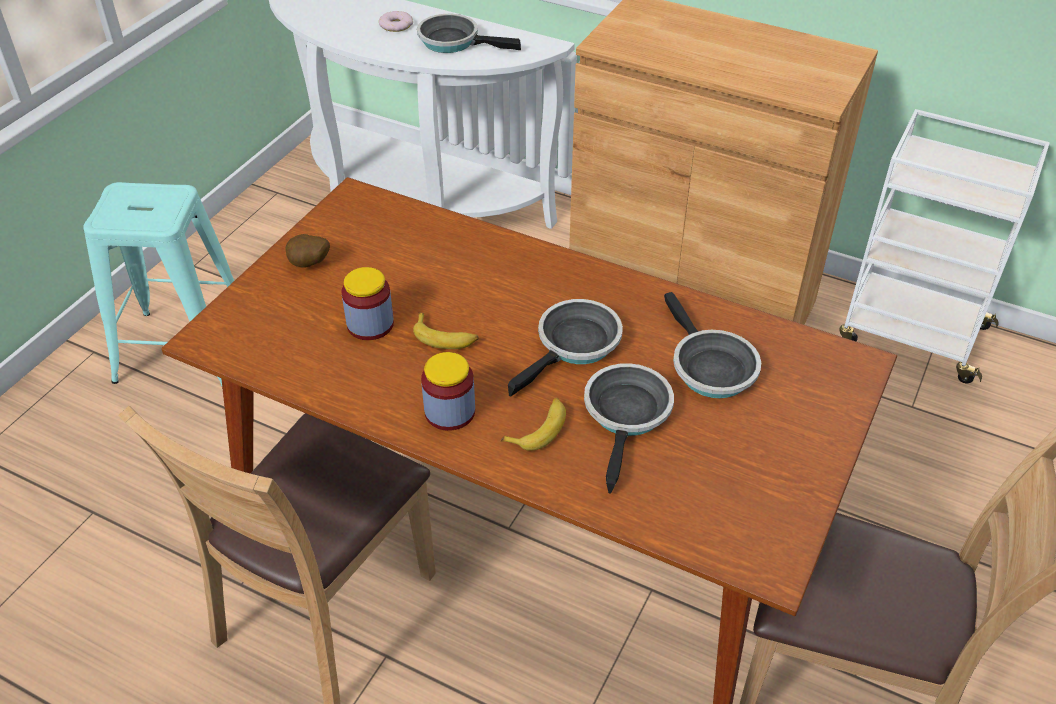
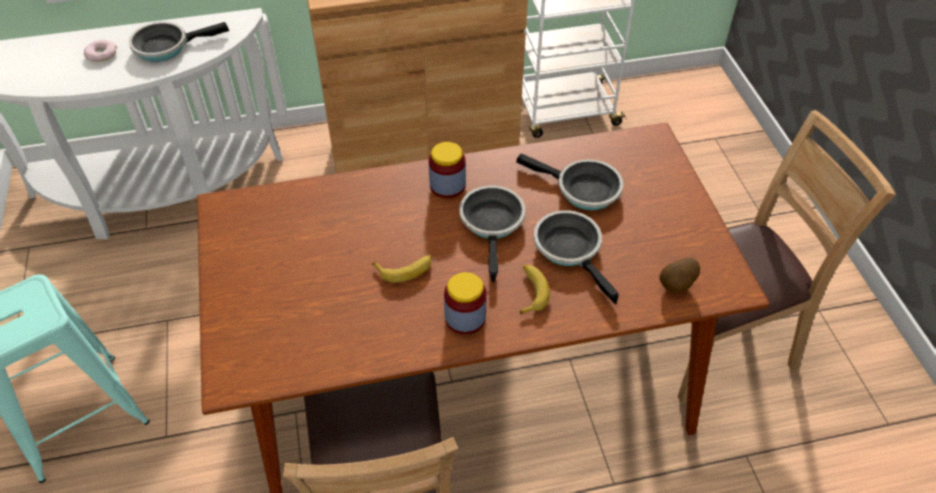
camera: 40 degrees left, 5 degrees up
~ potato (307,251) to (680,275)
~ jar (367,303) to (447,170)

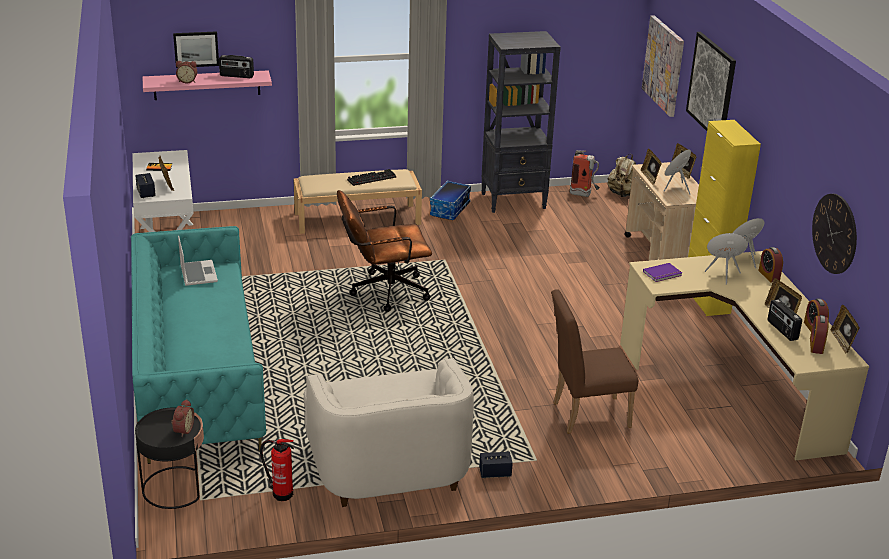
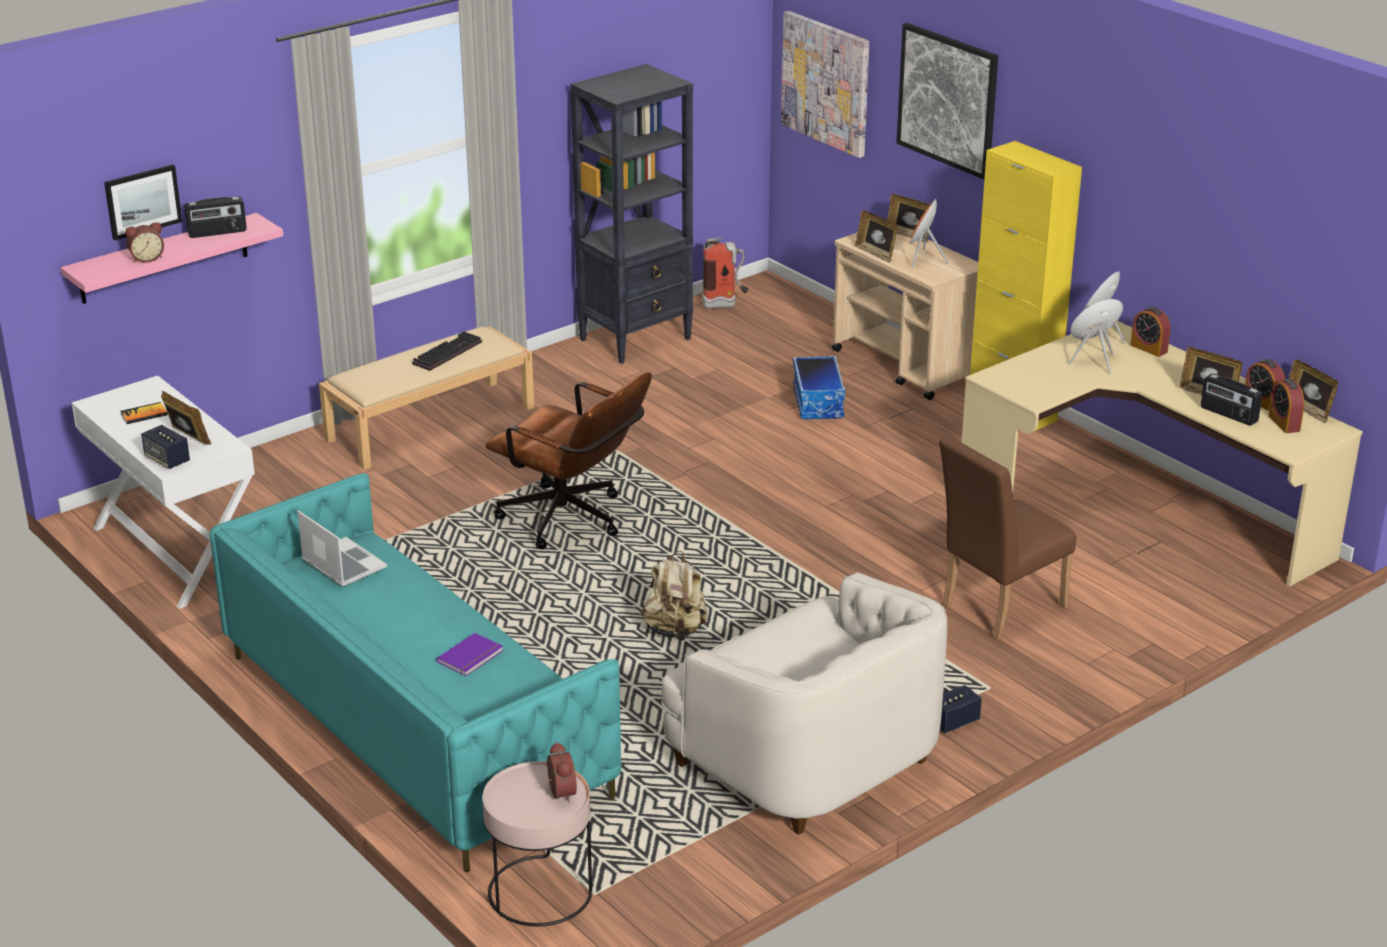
camera: 25 degrees left, 0 degrees up
~ beige backpack (621,175) to (674,596)
~ storage box (450,200) to (819,387)
~ brown office chair (384,251) = (568,460) 105 degrees counterclockwise
- wall clock (834,234)
~ purple book (662,272) to (470,654)
~ black side table (169,458) to pink side table (537,843)
- fire extinguisher (277,470)

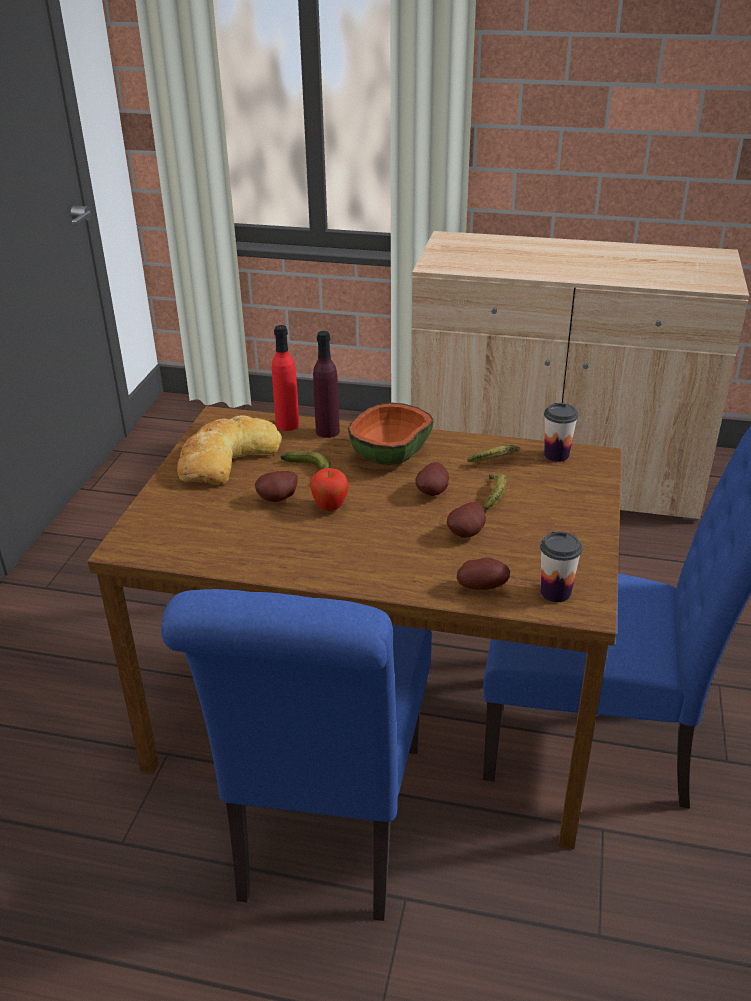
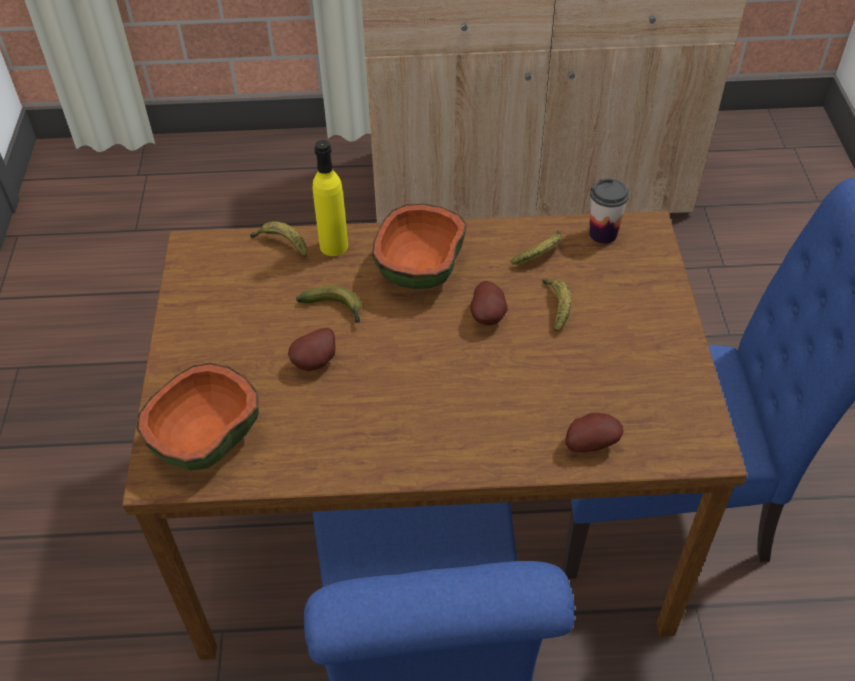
camera: 15 degrees left, 15 degrees up
~ red bottle (285,378) to banana (278,239)
~ purple bottle (326,384) to yellow bottle (330,198)
- bread (229,450)
- apple (329,489)
- potato (466,520)
- cup (561,566)
+ bowl (198,416)

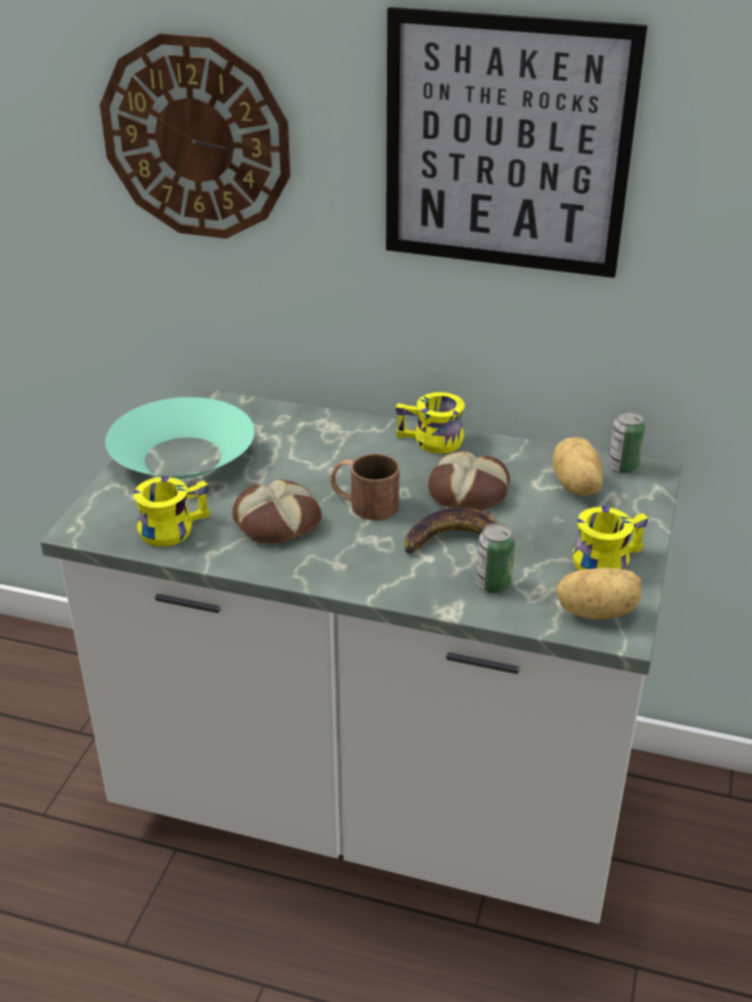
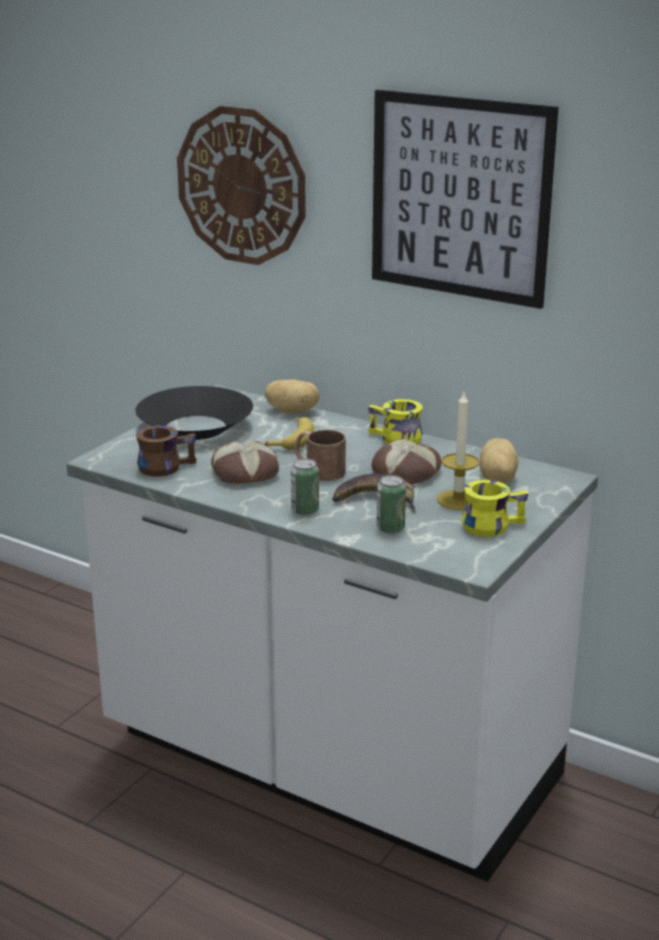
camera: 15 degrees right, 10 degrees down
~ turquoise bowl (179,438) to black bowl (194,413)
~ can (626,442) to (305,487)
~ yellow mug (171,512) to brown mug (166,451)
~ potato (598,594) to (292,396)
+ candle (458,451)
+ banana (289,433)

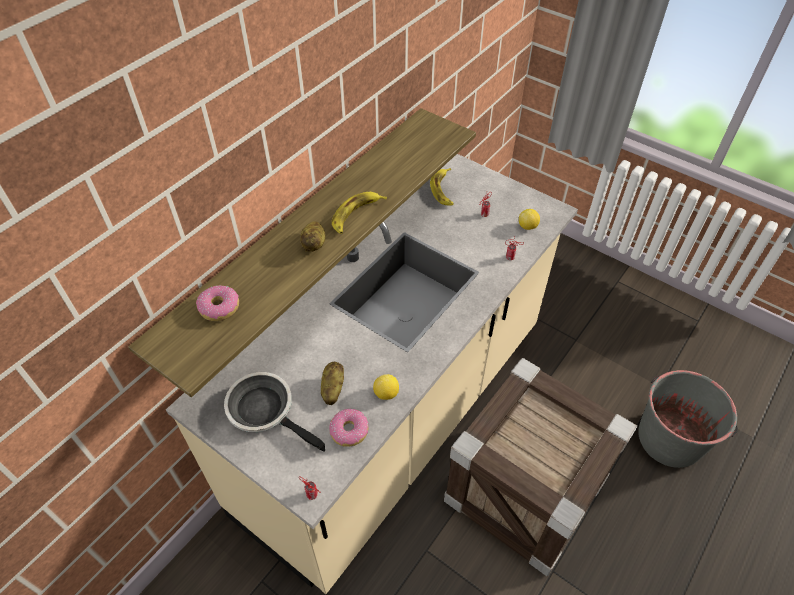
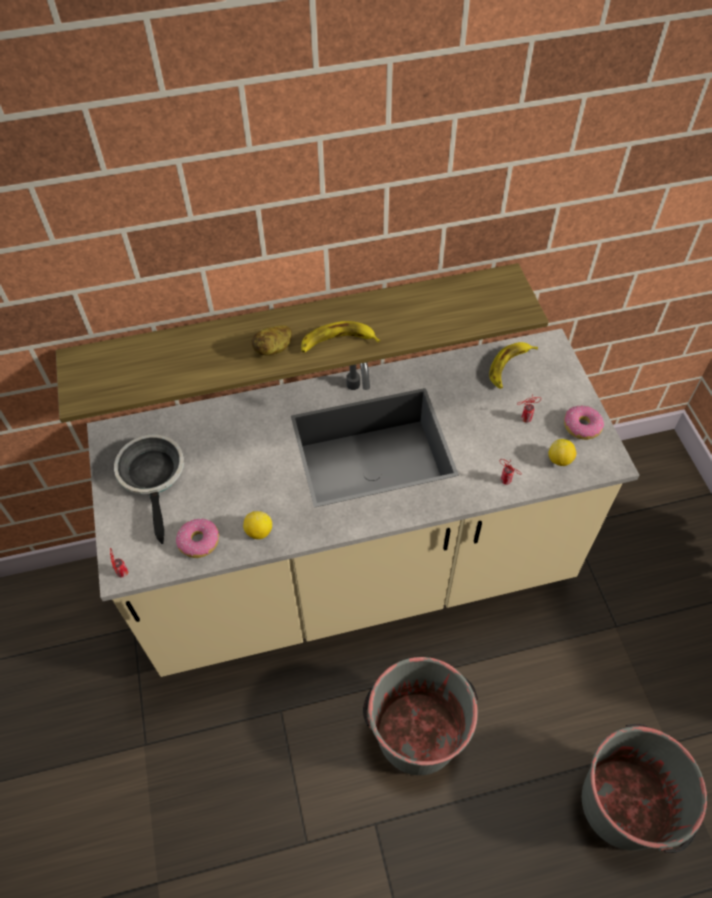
camera: 40 degrees right, 5 degrees up
~ donut (217,303) to (584,423)
~ crate (540,467) to grey bucket (420,716)
- potato (332,383)

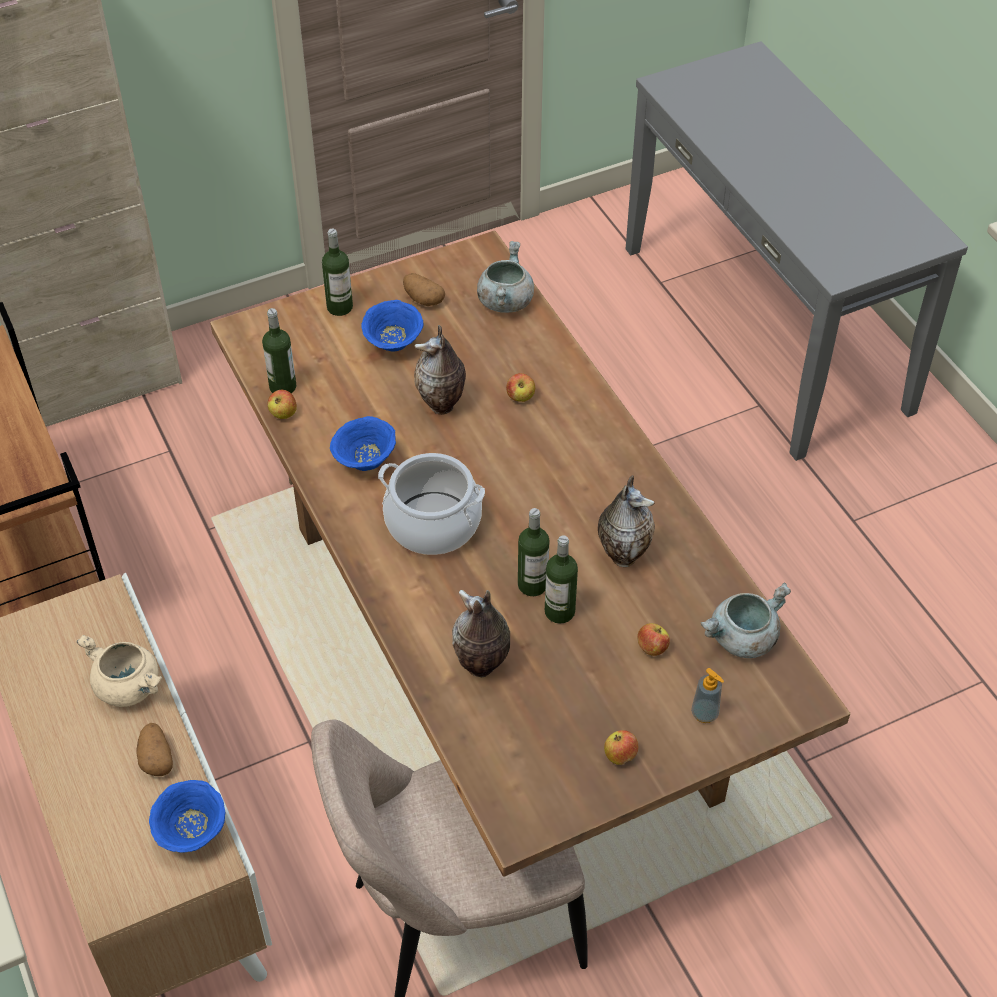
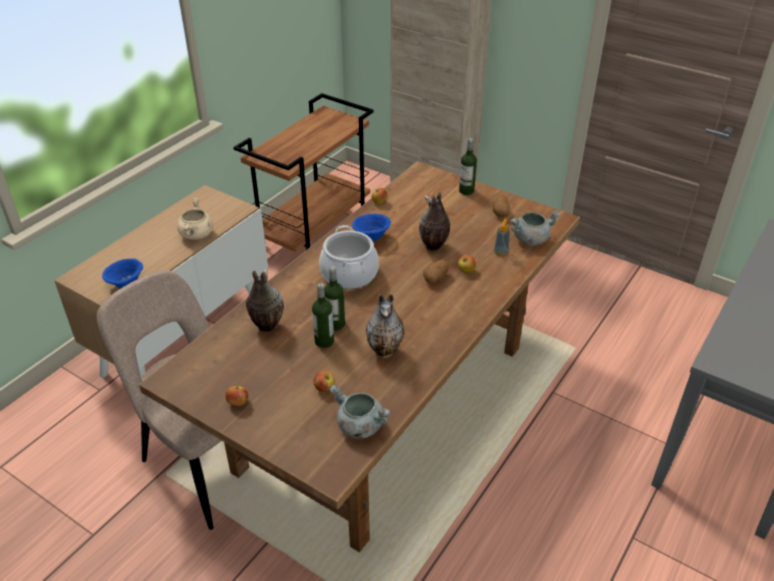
camera: 60 degrees right, 10 degrees down
- blue bowl (392,325)
- bottle (279,350)
~ soap dispenser (707,695) to (502,237)
~ potato (155,749) to (436,271)

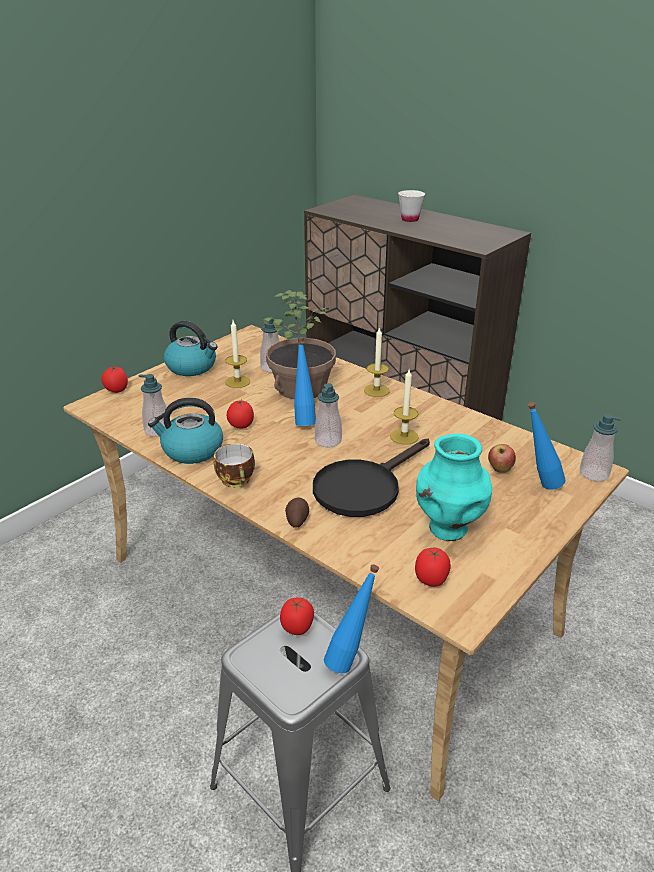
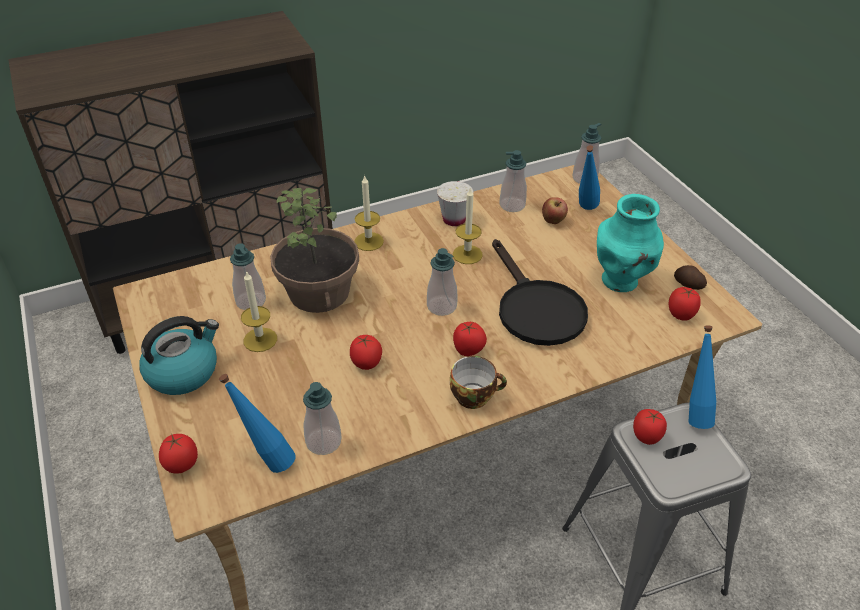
camera: 65 degrees left, 10 degrees up
~ white cup (411,206) to (455,203)
~ blue bottle (305,382) to (257,423)
- kettle (185,431)
~ potato (297,512) to (690,277)
+ soap dispenser (513,181)
+ tomato (470,339)

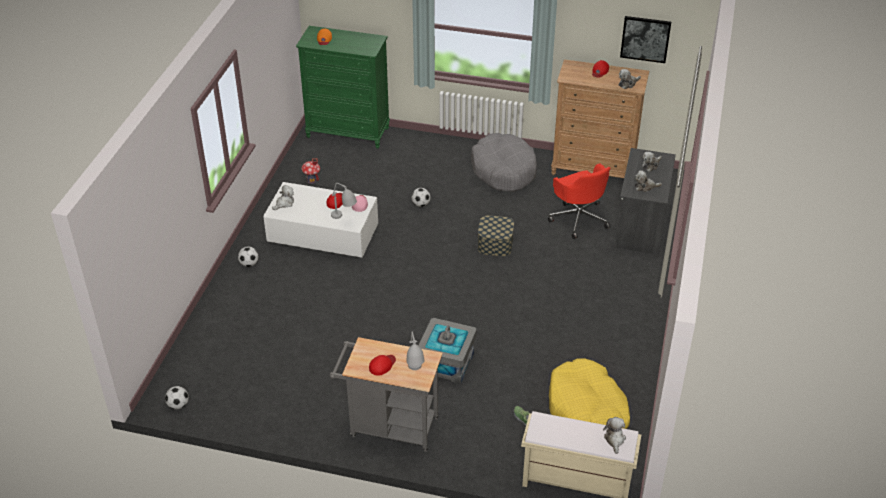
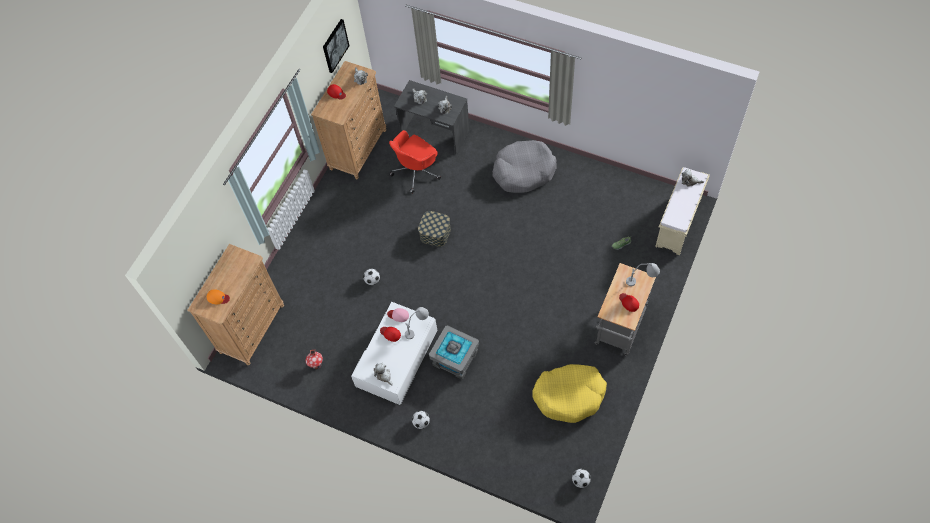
camera: 75 degrees left, 20 degrees up
~ green dresser (343,87) to brown dresser (235,304)
~ grey dog bed (504,162) to (524,166)
~ red office chair (579,201) = (415,162) 150 degrees clockwise
~ grey storage box (447,351) to (454,352)
~ yellow dog bed (589,394) to (569,393)

